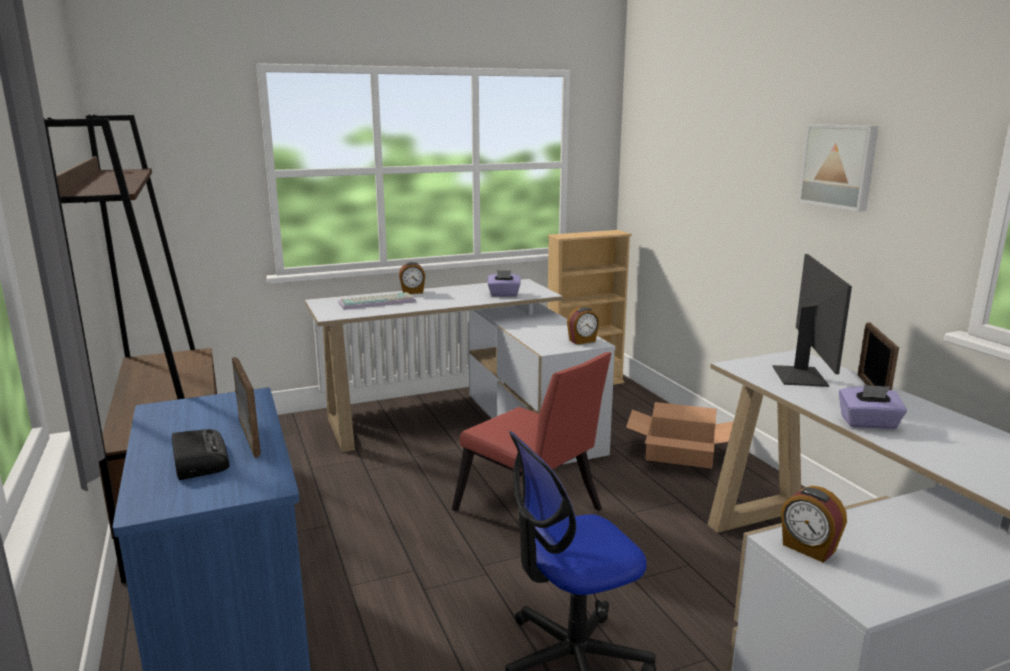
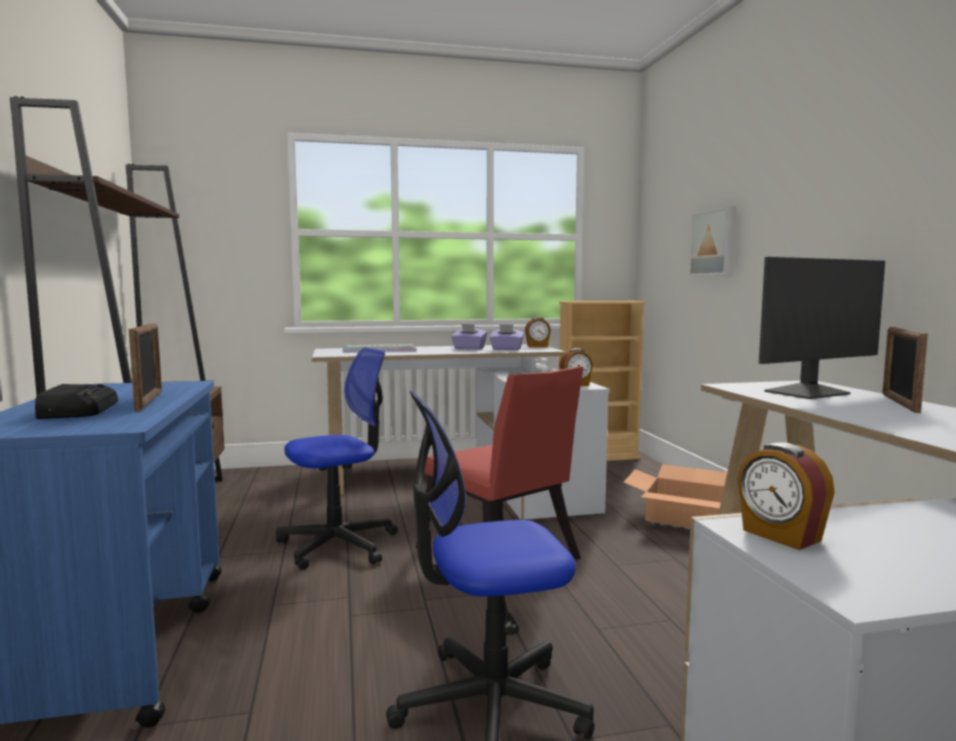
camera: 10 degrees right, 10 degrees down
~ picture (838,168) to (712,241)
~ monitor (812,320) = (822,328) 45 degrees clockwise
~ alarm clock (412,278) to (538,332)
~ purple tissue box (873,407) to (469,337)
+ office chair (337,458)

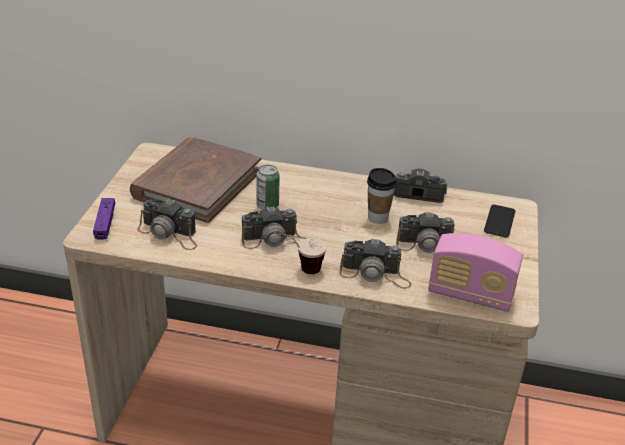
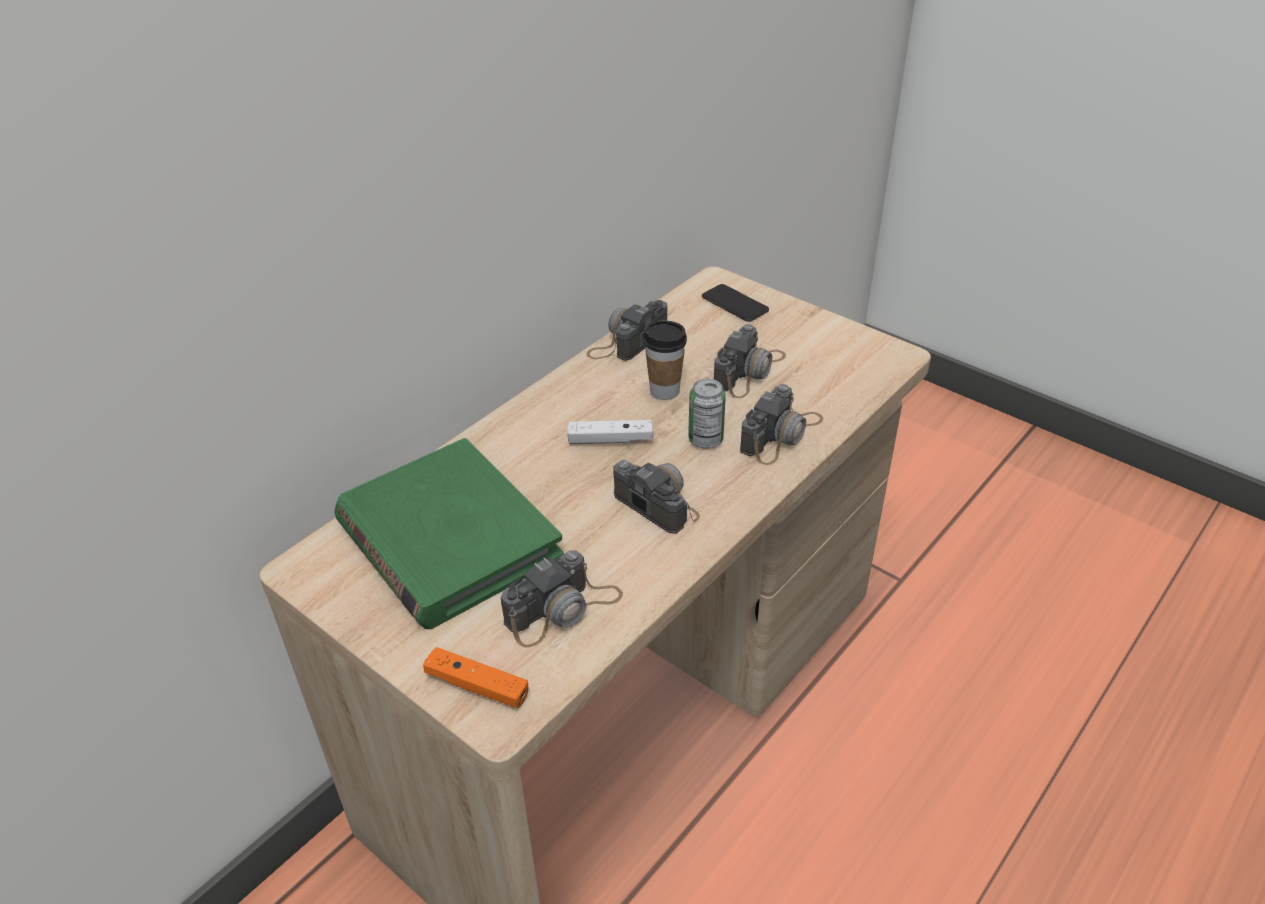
camera: 60 degrees left, 5 degrees up
~ brown book (195,180) to green book (449,533)
~ can (268,187) to (707,414)
~ purple game controller (104,219) to orange game controller (476,677)
~ photo camera (274,227) = (656,497) 60 degrees counterclockwise
- cup (300,253)
- radio (475,272)
+ white game controller (610,432)

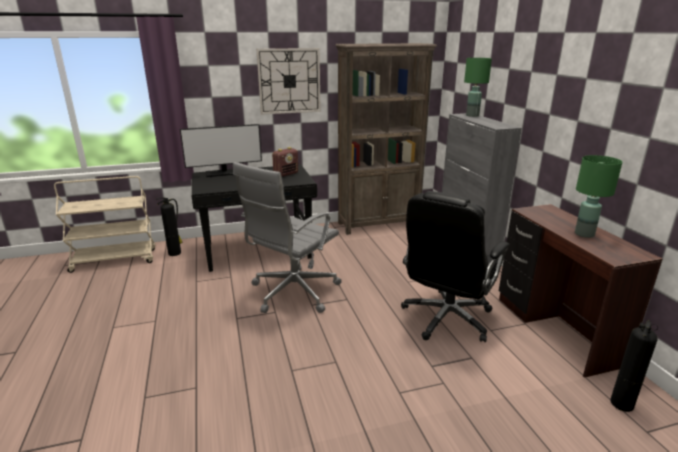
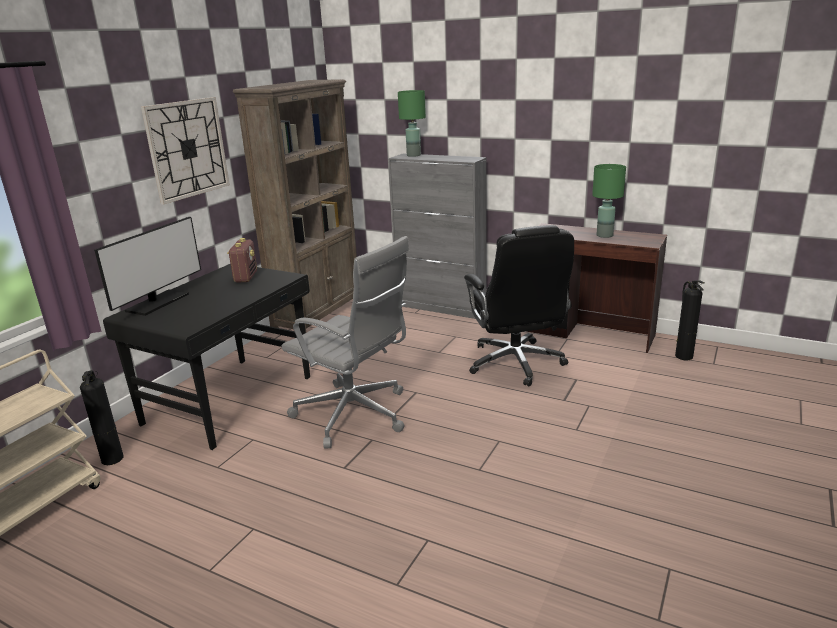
camera: 45 degrees left, 0 degrees up
~ grey office chair (287,237) = (346,342) 45 degrees counterclockwise

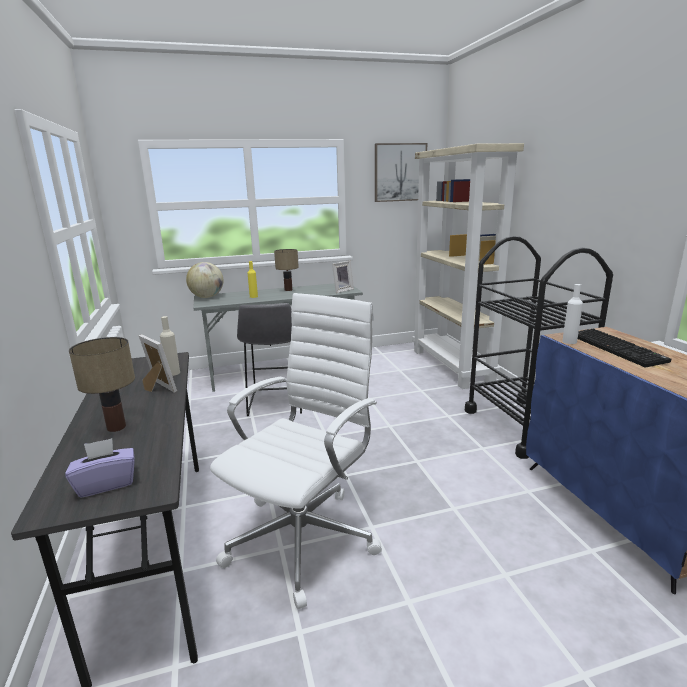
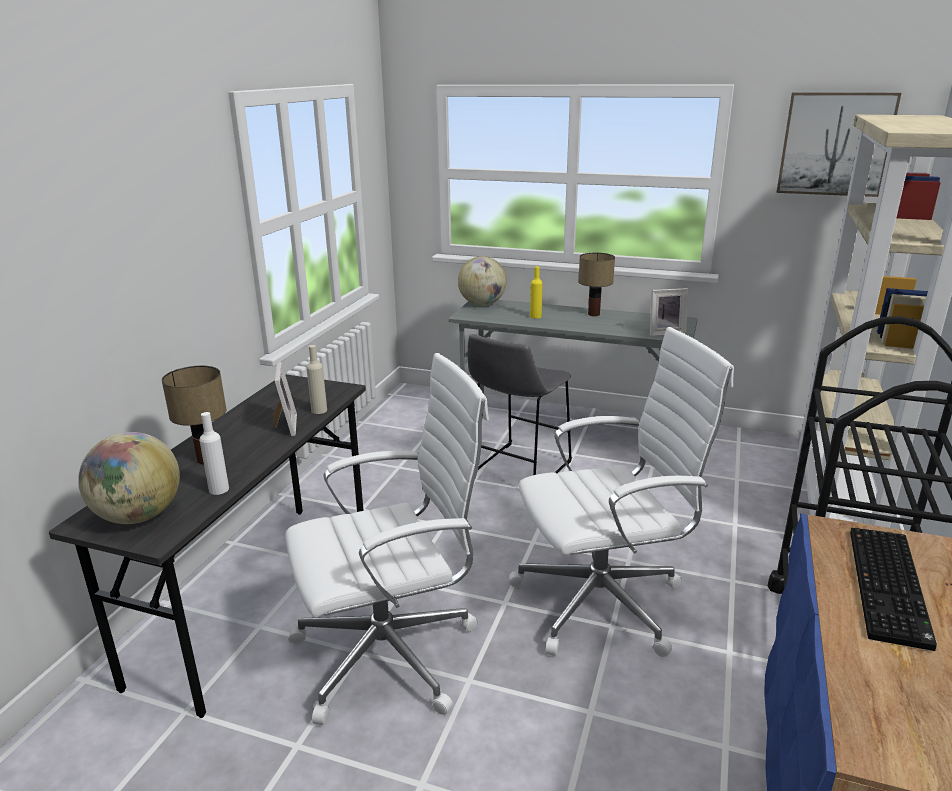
camera: 35 degrees right, 5 degrees up
~ white bottle (572,314) to (214,453)
~ purple tissue box (100,468) to globe (129,478)
+ white office chair (621,492)

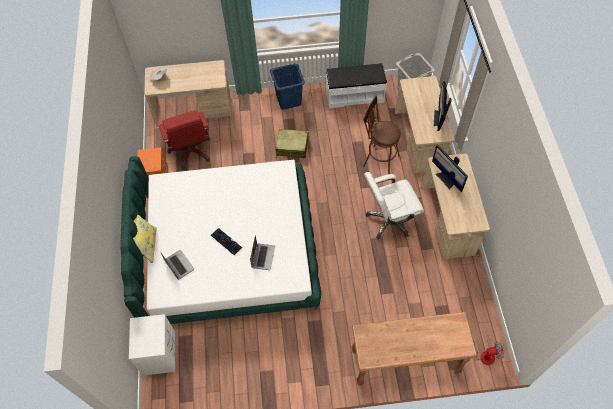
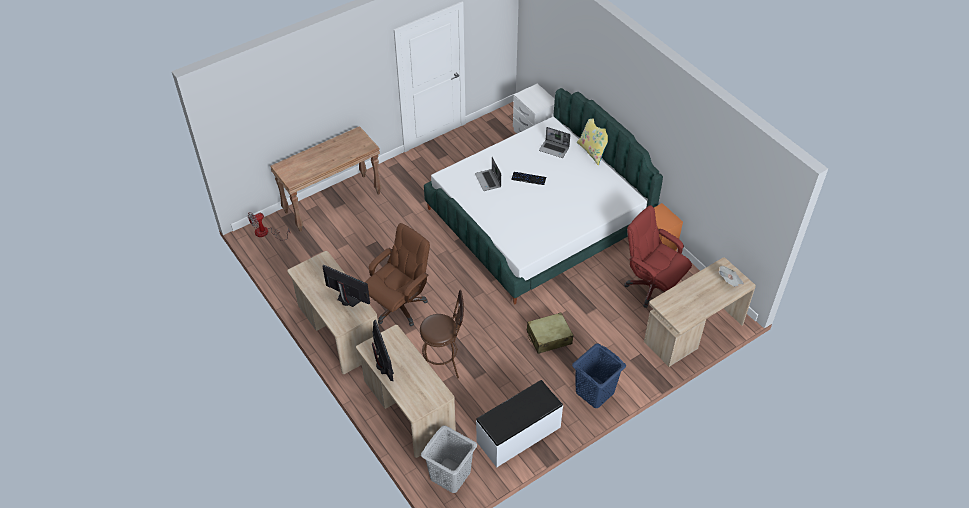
camera: 150 degrees right, 10 degrees down
~ white office chair (394,205) to brown office chair (397,274)

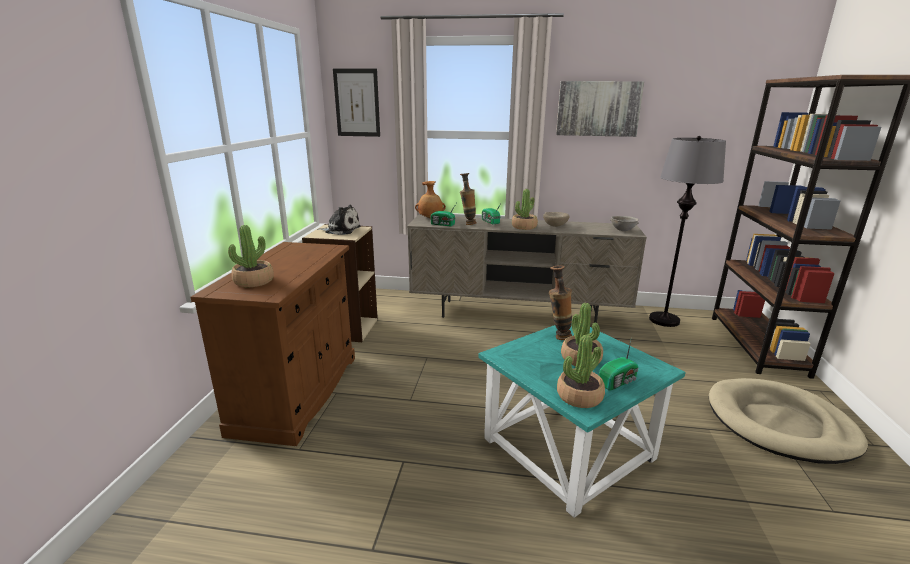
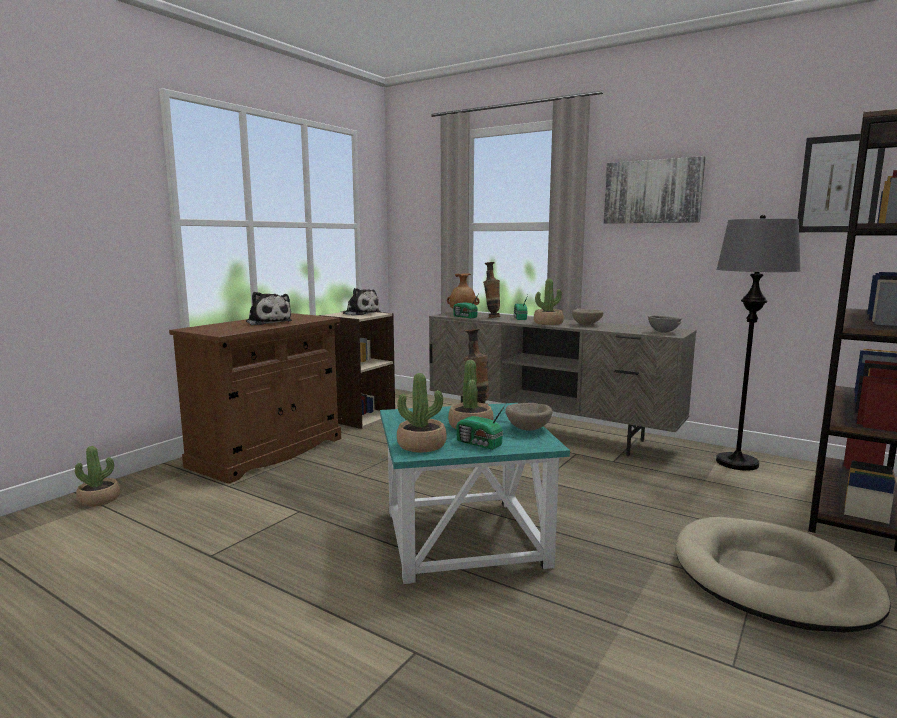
camera: 25 degrees right, 10 degrees down
~ picture (356,103) to (841,183)
~ potted plant (251,256) to (97,476)
~ radio (619,364) = (481,426) 45 degrees clockwise
+ plush toy (269,308)
+ beige bowl (528,417)

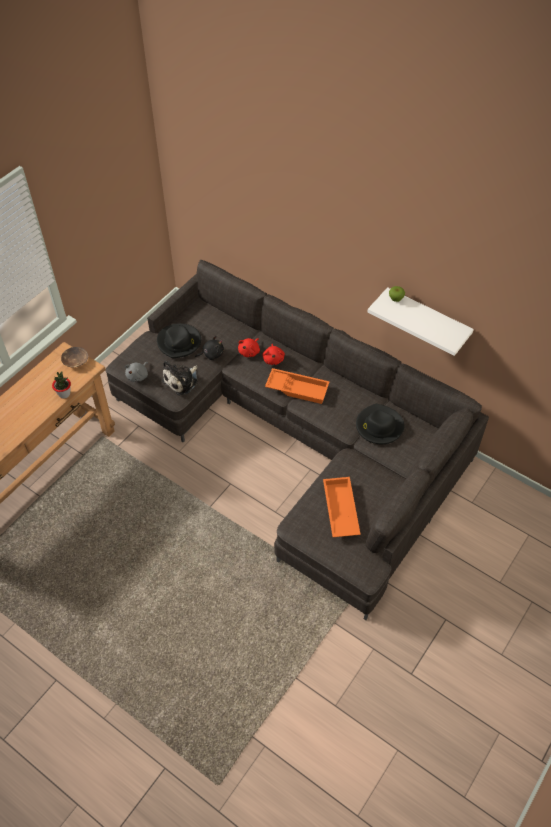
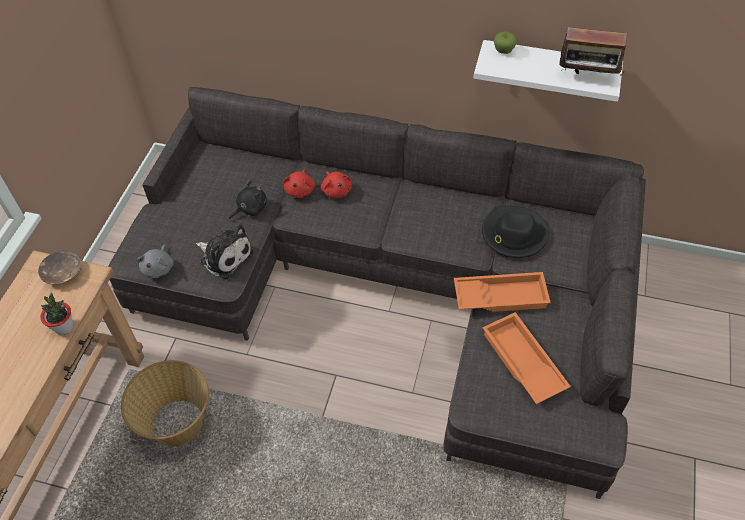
camera: 20 degrees left, 0 degrees up
- black hat (179,340)
~ plush toy (180,378) = (224,251) 75 degrees counterclockwise
~ orange tray (297,386) to (502,292)
+ radio (593,53)
+ basket (165,403)

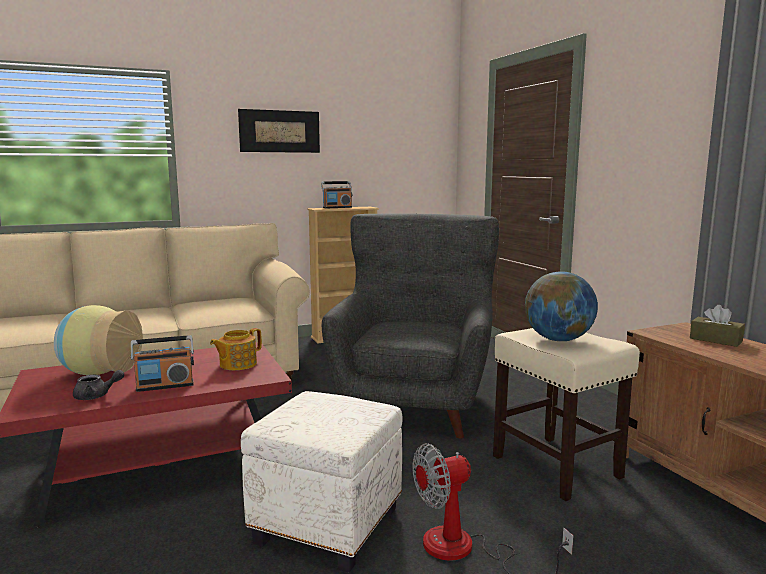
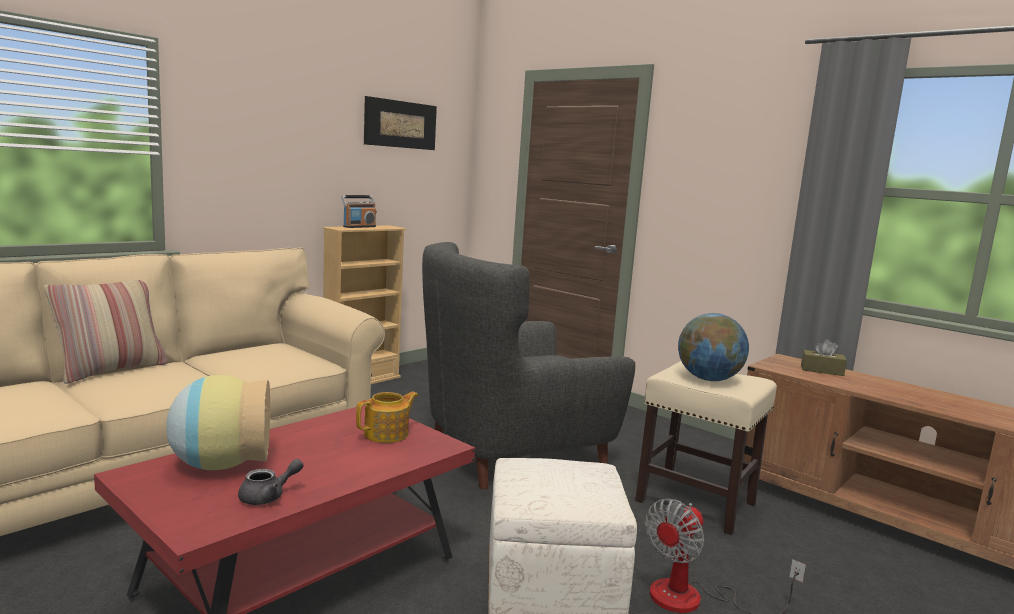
camera: 25 degrees left, 0 degrees up
~ picture (279,131) to (400,123)
~ grey armchair (410,326) = (528,365) 105 degrees counterclockwise
~ teapot (236,349) = (387,417) 150 degrees counterclockwise
- radio (162,363)
+ pillow (106,332)

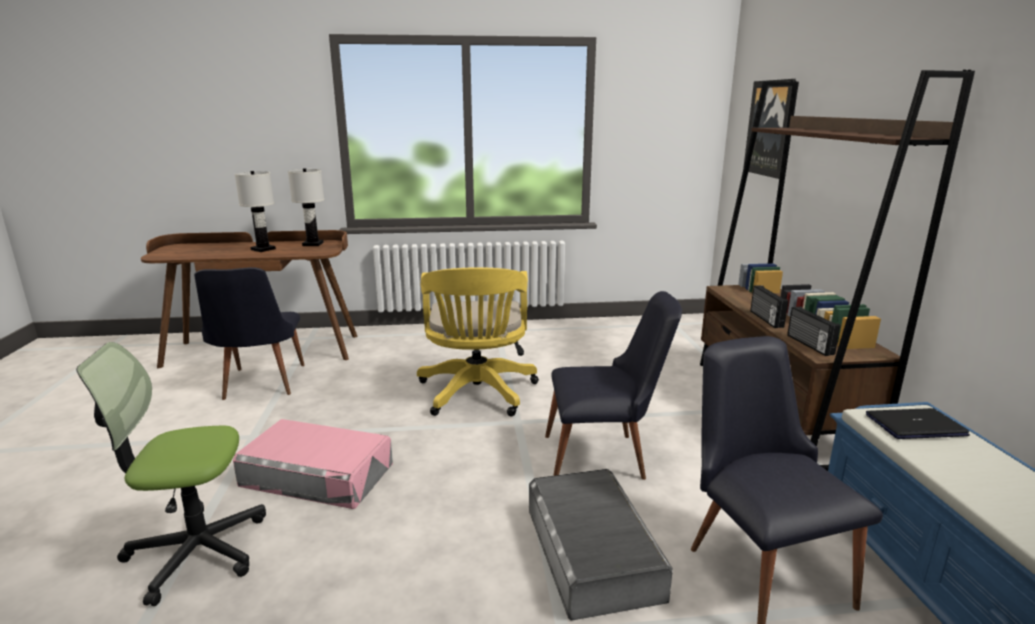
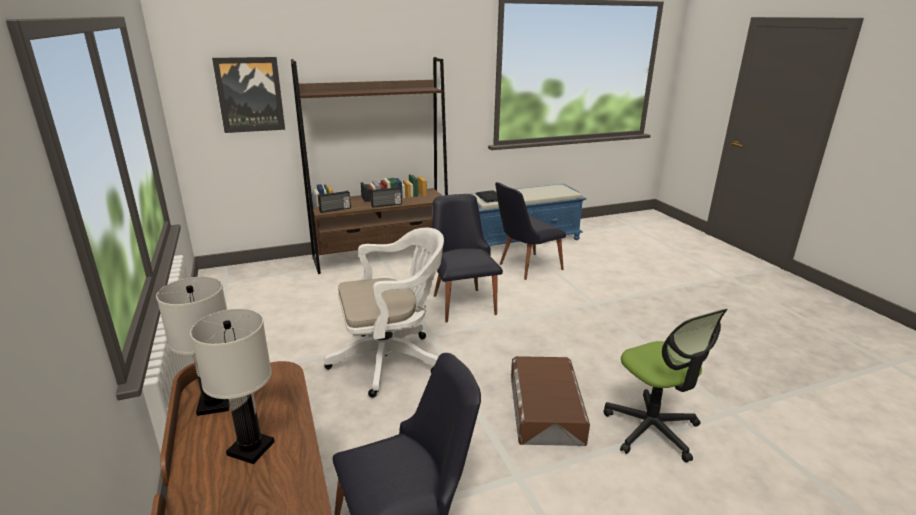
camera: 105 degrees left, 5 degrees up
~ yellow office chair (478,341) to white office chair (384,313)
~ radio (814,331) to (334,202)
~ pink storage box (313,464) to brown storage box (550,401)
- grey storage box (601,545)

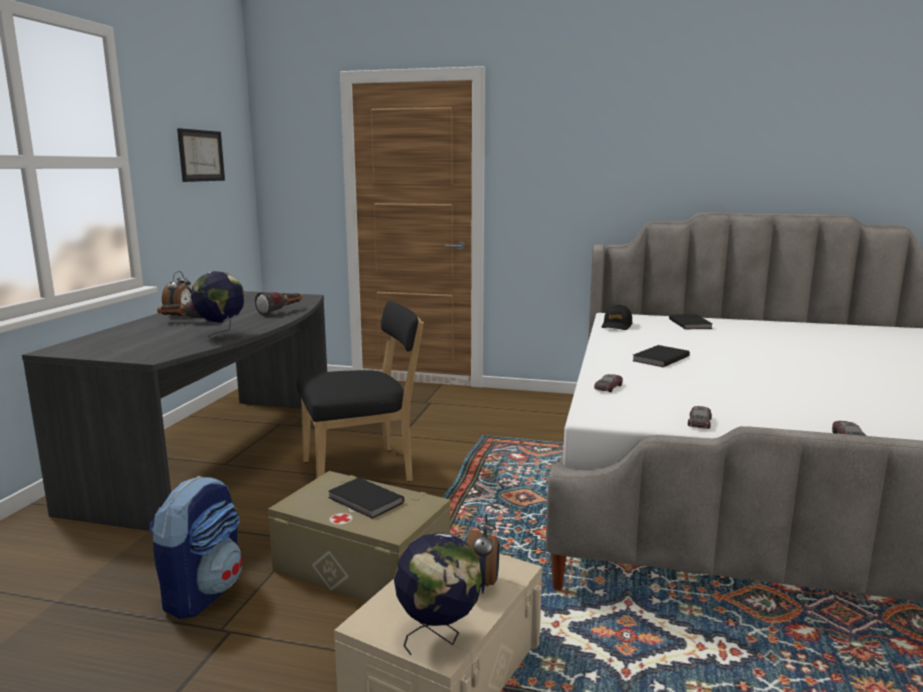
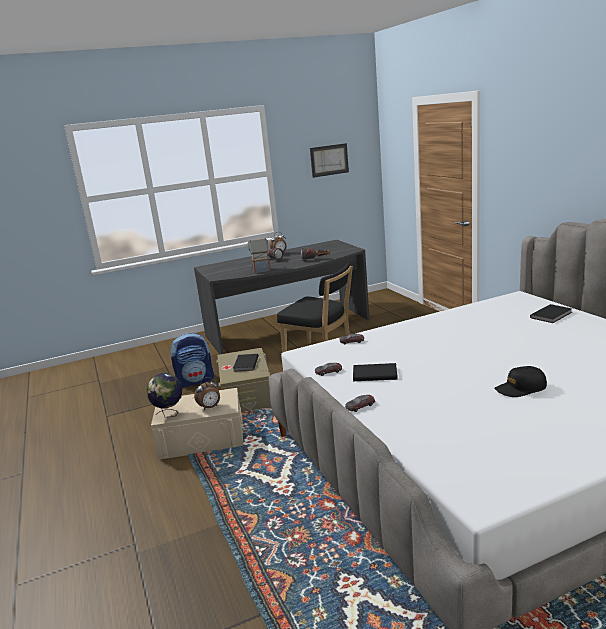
camera: 55 degrees right, 5 degrees up
~ globe (218,305) to toy house (259,255)
~ black cap (617,317) to (520,381)
~ black book (661,356) to (375,372)

